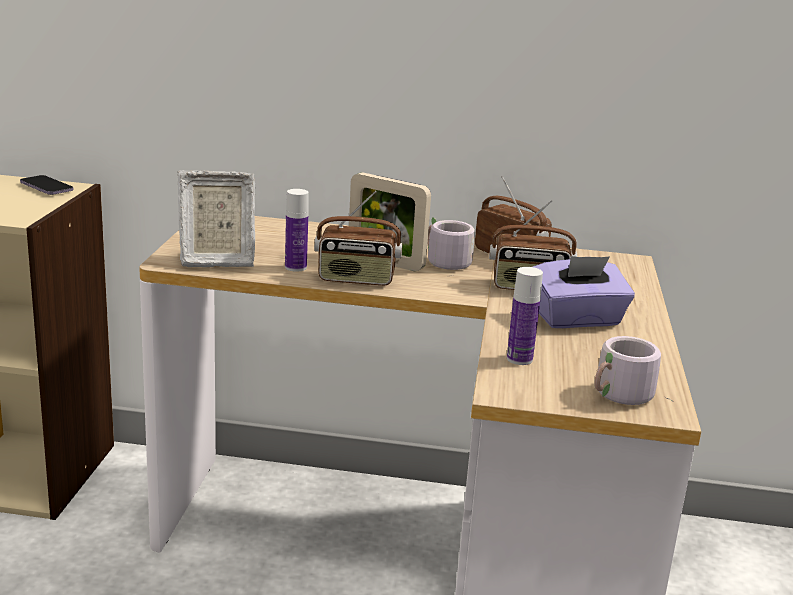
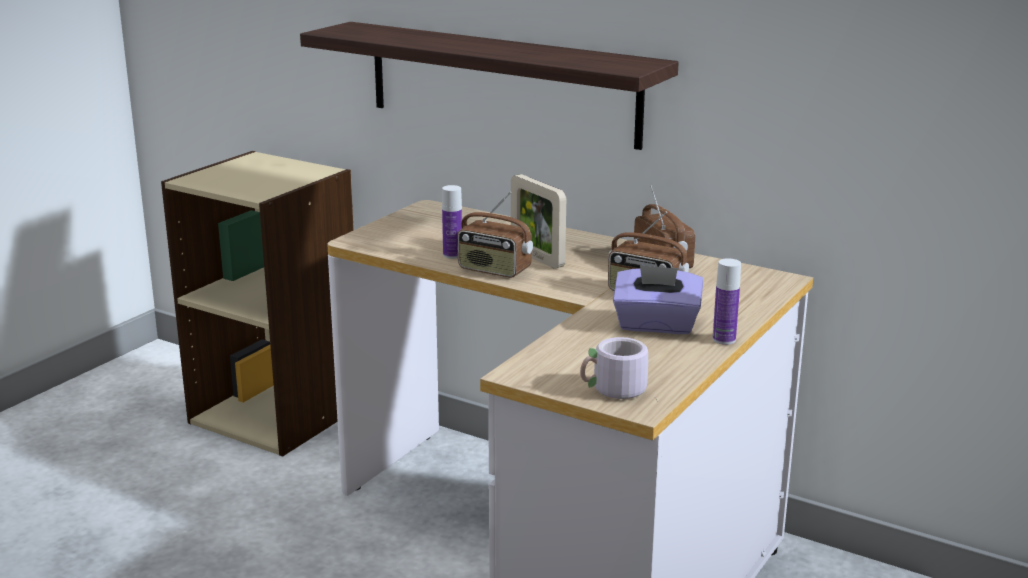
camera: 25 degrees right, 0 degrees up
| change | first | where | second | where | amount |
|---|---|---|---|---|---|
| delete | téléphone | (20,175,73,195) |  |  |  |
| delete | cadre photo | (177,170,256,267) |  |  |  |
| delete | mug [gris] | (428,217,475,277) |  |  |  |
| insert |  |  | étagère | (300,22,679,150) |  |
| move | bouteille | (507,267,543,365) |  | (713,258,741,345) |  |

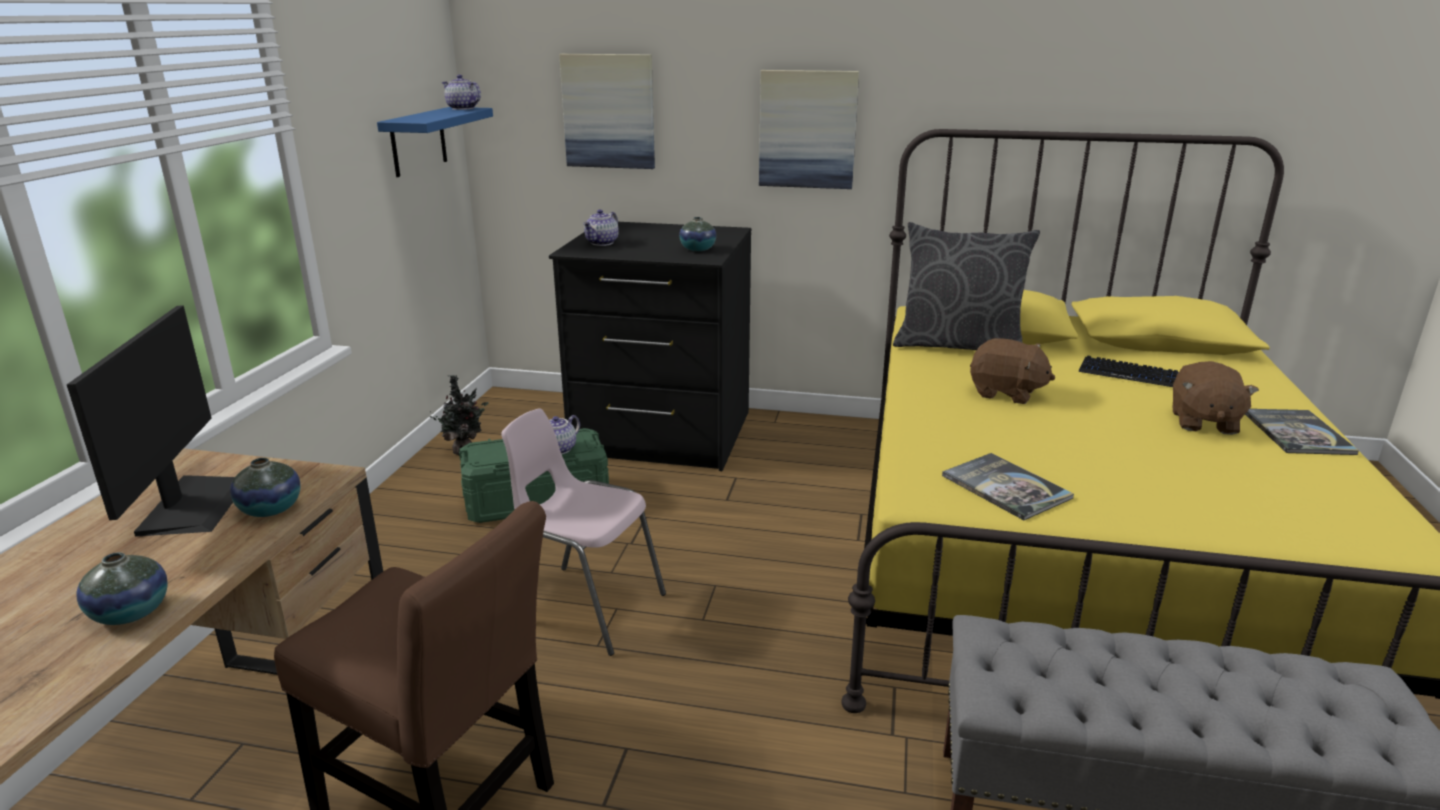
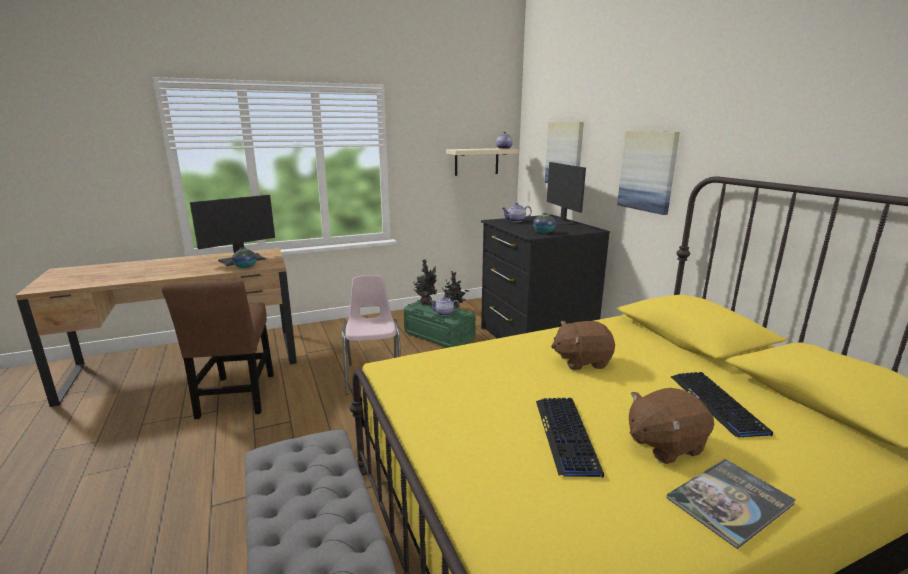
camera: 55 degrees right, 5 degrees down
| change | first | where | second | where | amount |
|---|---|---|---|---|---|
| delete | vase | (77,552,168,625) |  |  |  |
| delete | coussin [gris] | (893,222,1040,350) |  |  |  |
| delete | livre | (942,453,1074,520) |  |  |  |
| insert |  |  | plante en pot | (414,259,437,305) |  |
| insert |  |  | clavier | (536,398,604,478) |  |
| insert |  |  | écran d'ordinateur | (547,162,586,226) |  |
| recolor | étagère [bleu] | (377,107,493,177) | étagère [beige] | (446,148,518,176) |  |
| rotate | peluche [marron] | (970,338,1055,404) |  | (551,321,615,370) | 90 degrees clockwise |

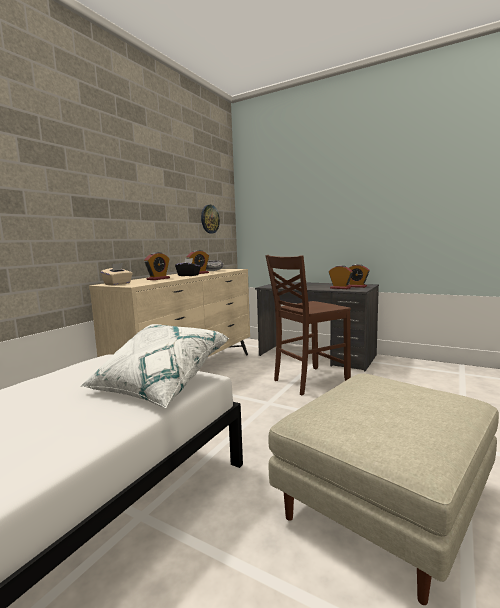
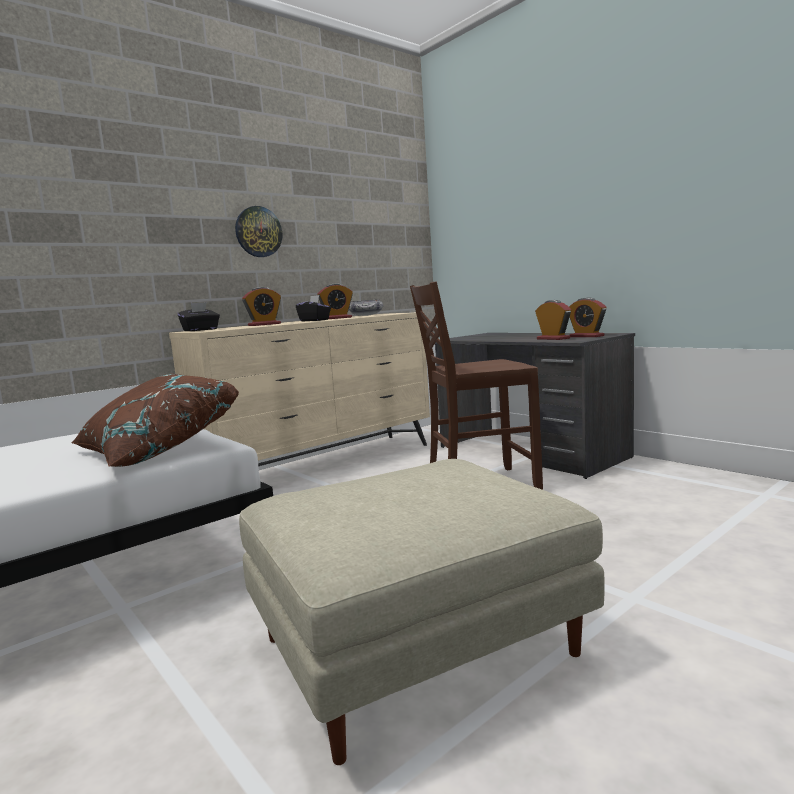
camera: 20 degrees right, 0 degrees up
| change | first | where | second | where | amount |
|---|---|---|---|---|---|
| move | horloge murale | (201,205,220,234) |  | (235,206,282,257) |  |
| recolor | coussin [blanc] | (81,324,229,408) | coussin [marron] | (71,374,239,467) |  |
| recolor | boîte à mouchoirs [beige] | (101,263,133,285) | boîte à mouchoirs [noir] | (178,302,220,331) |  |

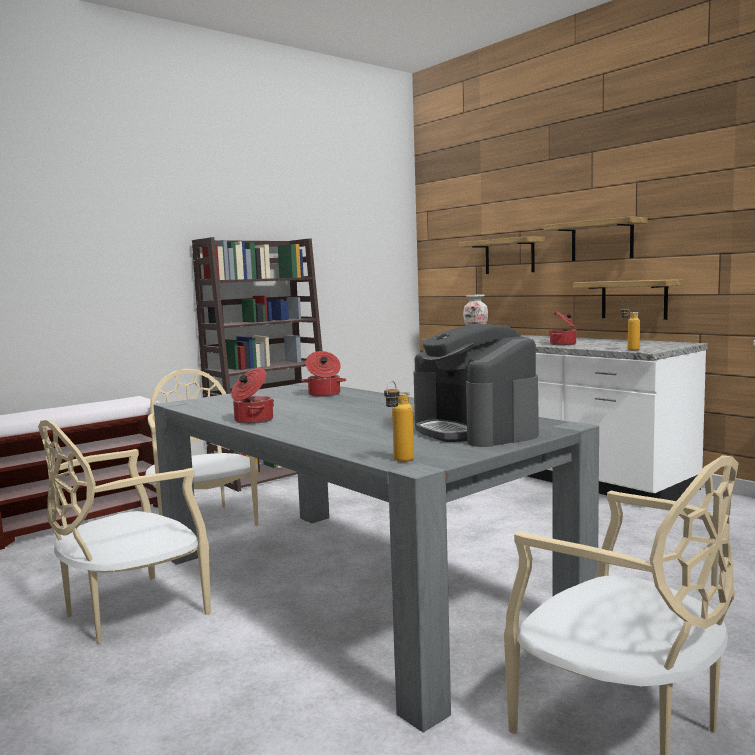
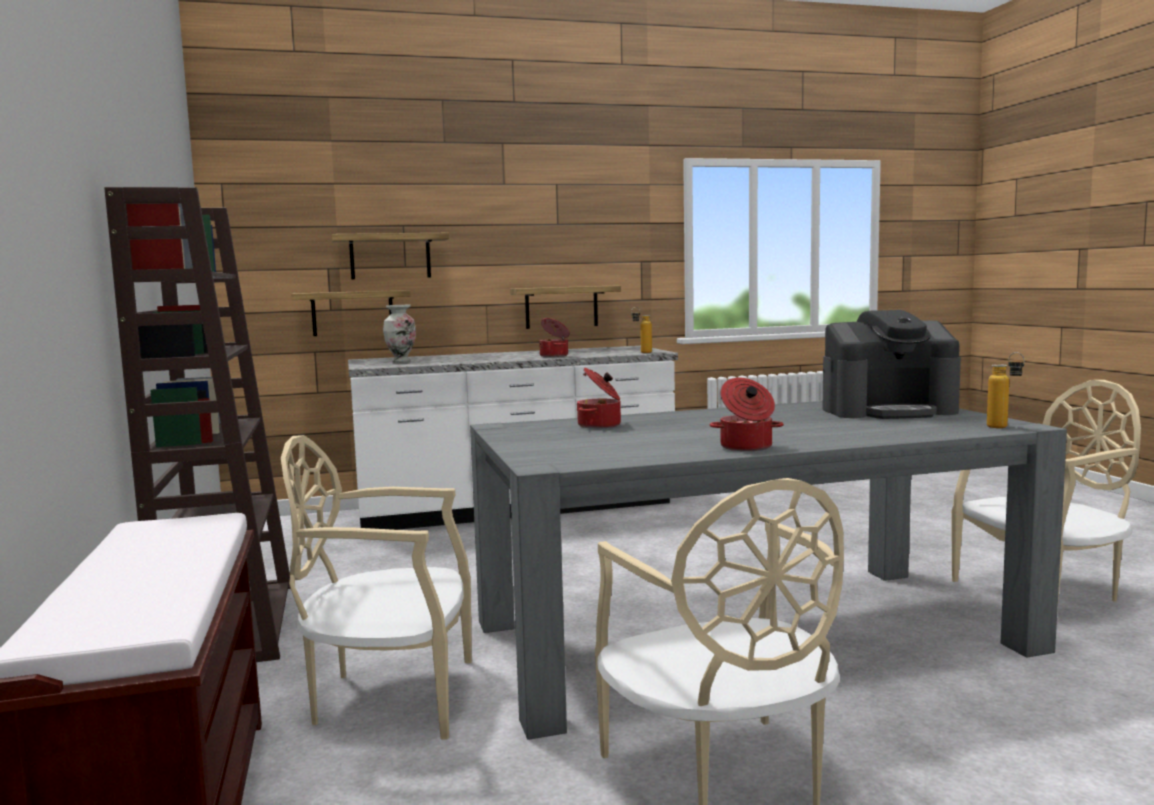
camera: 65 degrees left, 0 degrees up
| change | first | where | second | where | amount |
|---|---|---|---|---|---|
| move | étagère | (543,216,647,261) |  | (291,290,411,336) |  |

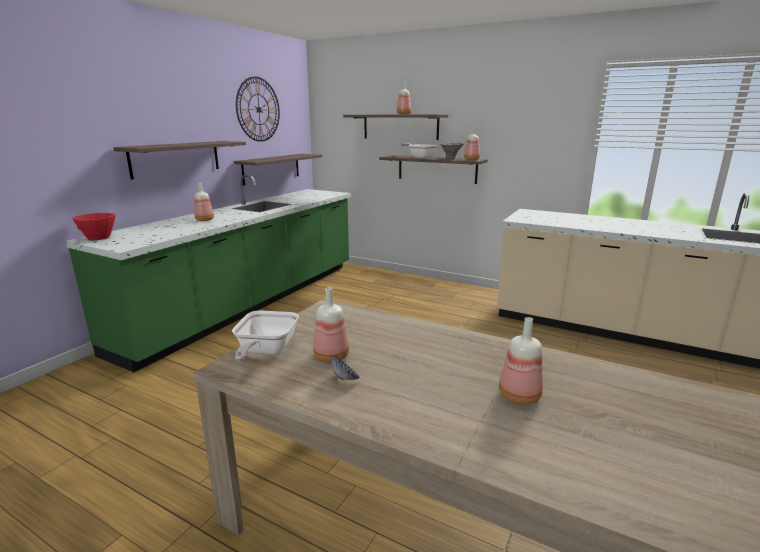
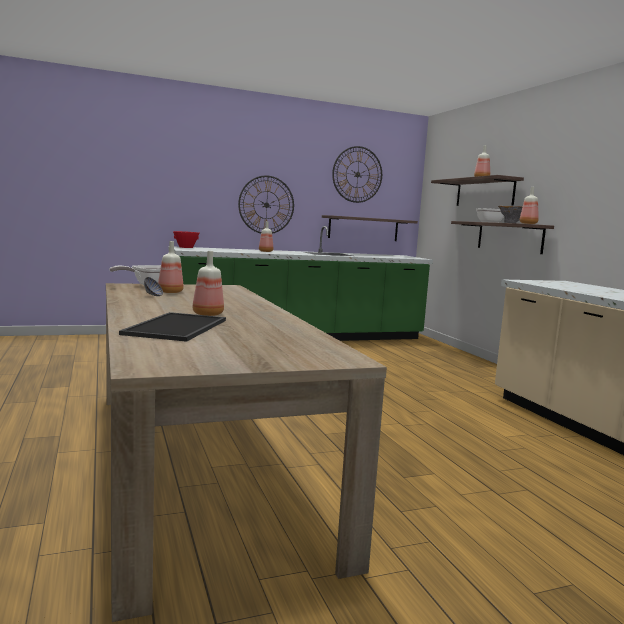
camera: 40 degrees right, 10 degrees down
| change | first | where | second | where | amount |
|---|---|---|---|---|---|
| insert |  |  | plateau | (119,312,226,342) |  |
| replace | étagère | (113,141,246,180) | horloge murale | (238,175,294,234) |  |

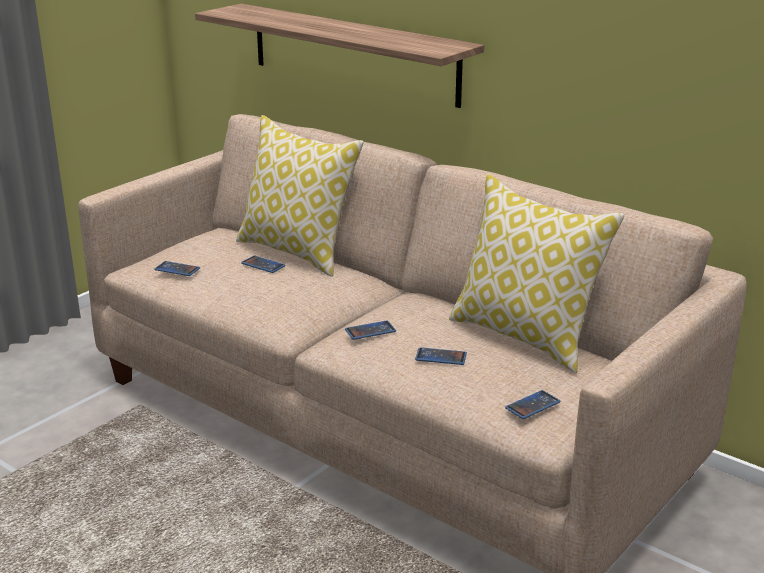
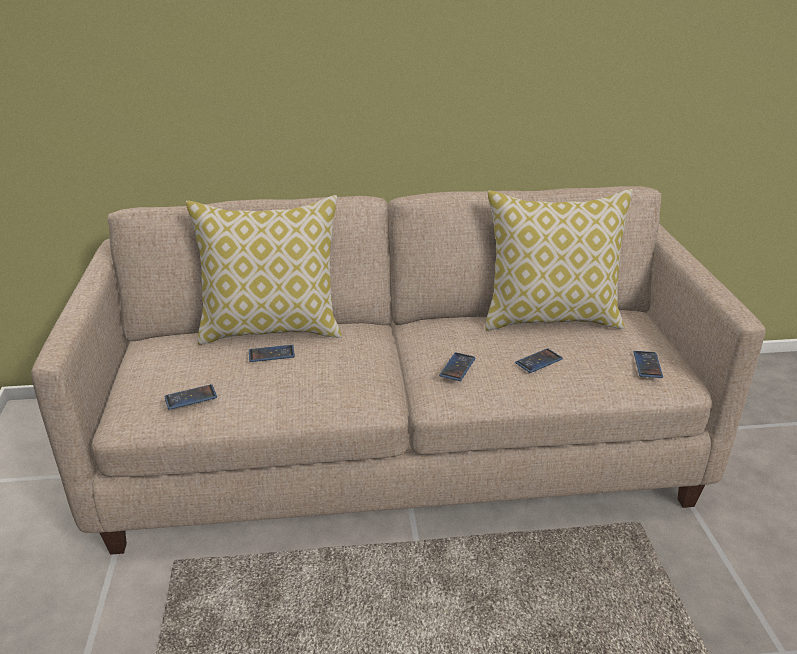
camera: 45 degrees left, 5 degrees up
| change | first | where | second | where | amount |
|---|---|---|---|---|---|
| delete | étagère | (195,4,484,108) |  |  |  |

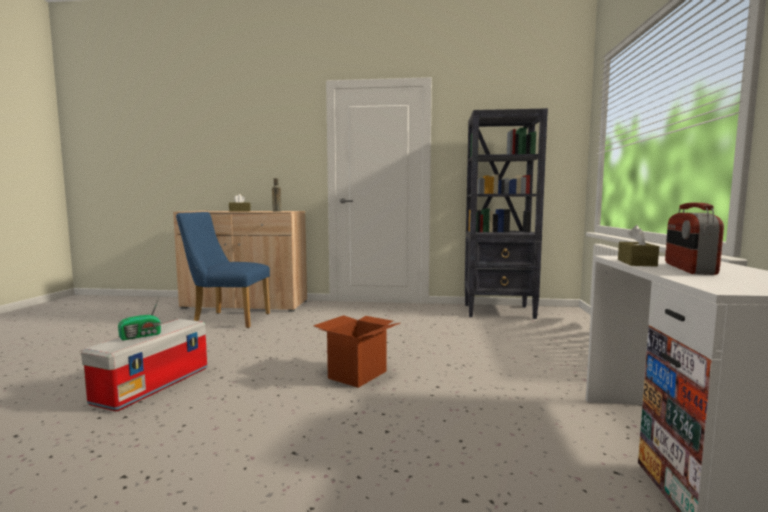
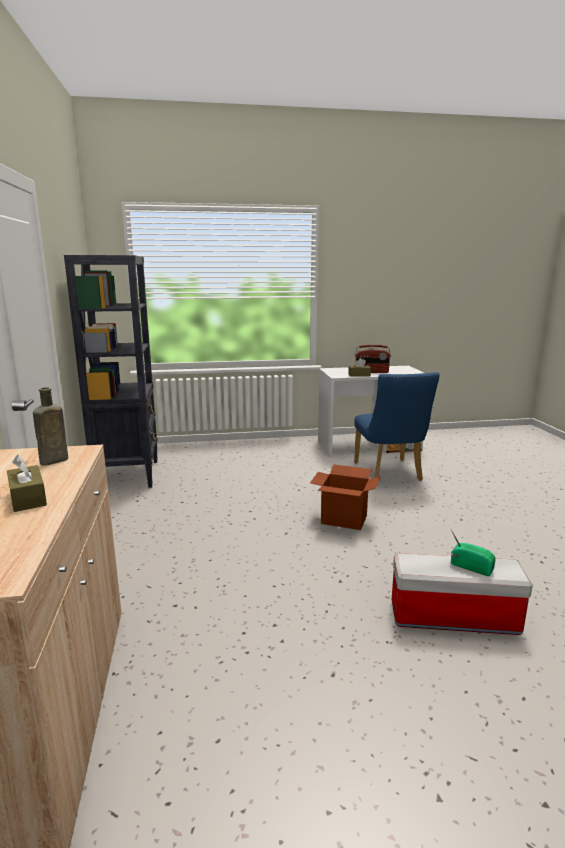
camera: 105 degrees left, 10 degrees up
| change | first | where | second | where | amount |
|---|---|---|---|---|---|
| move | chaise [bleu] | (176,212,270,328) |  | (354,372,440,481) |  |

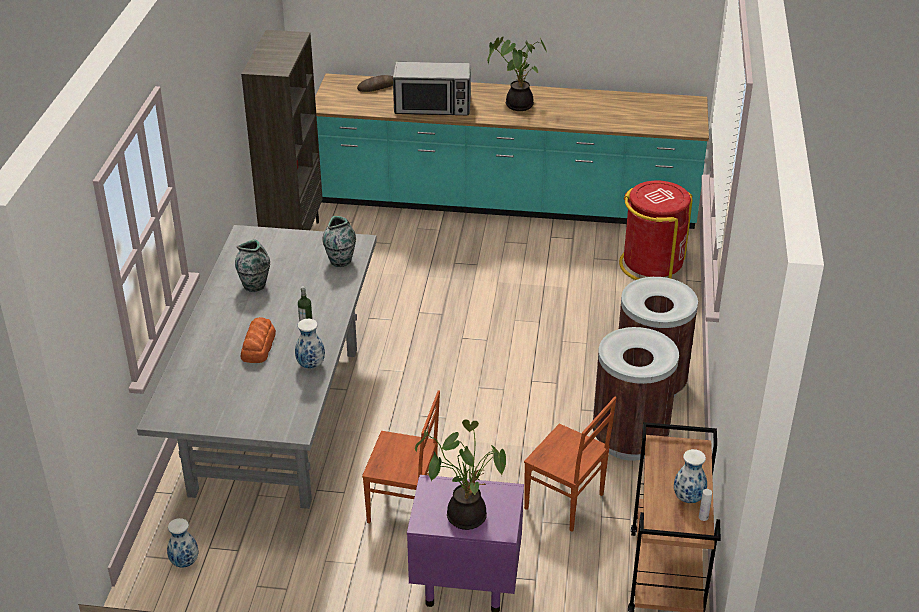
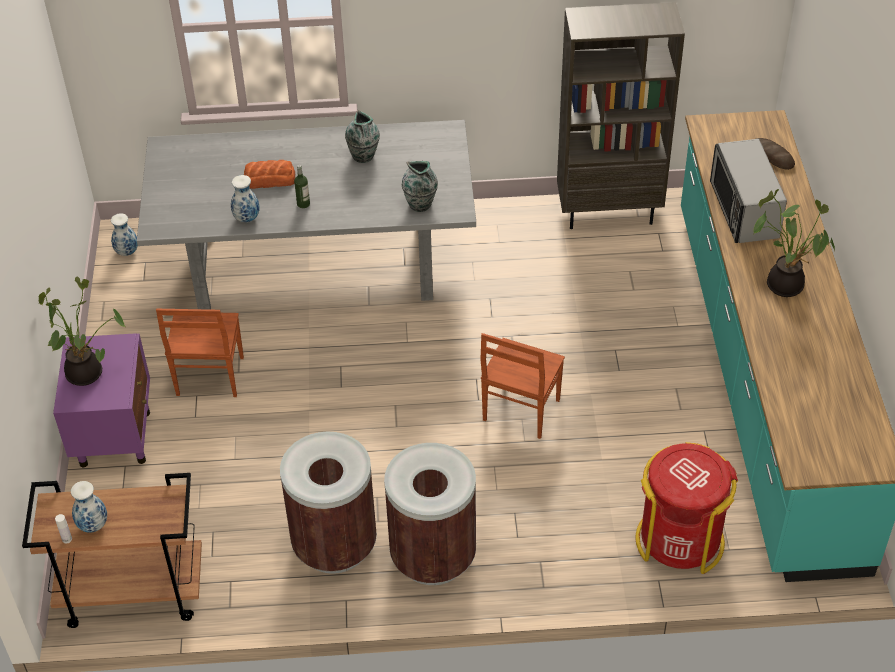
camera: 80 degrees right, 10 degrees up
| change | first | where | second | where | amount |
|---|---|---|---|---|---|
| move | chaise [marron] | (524,397,617,531) |  | (480,333,565,439) |  |

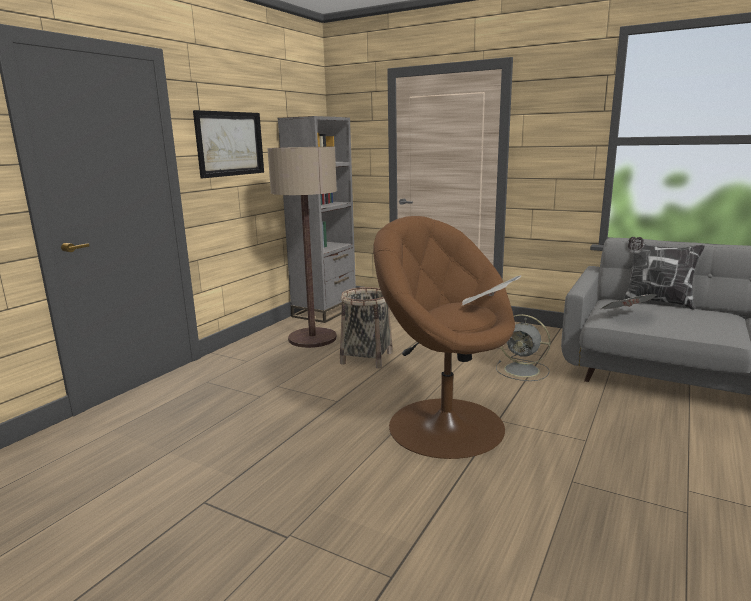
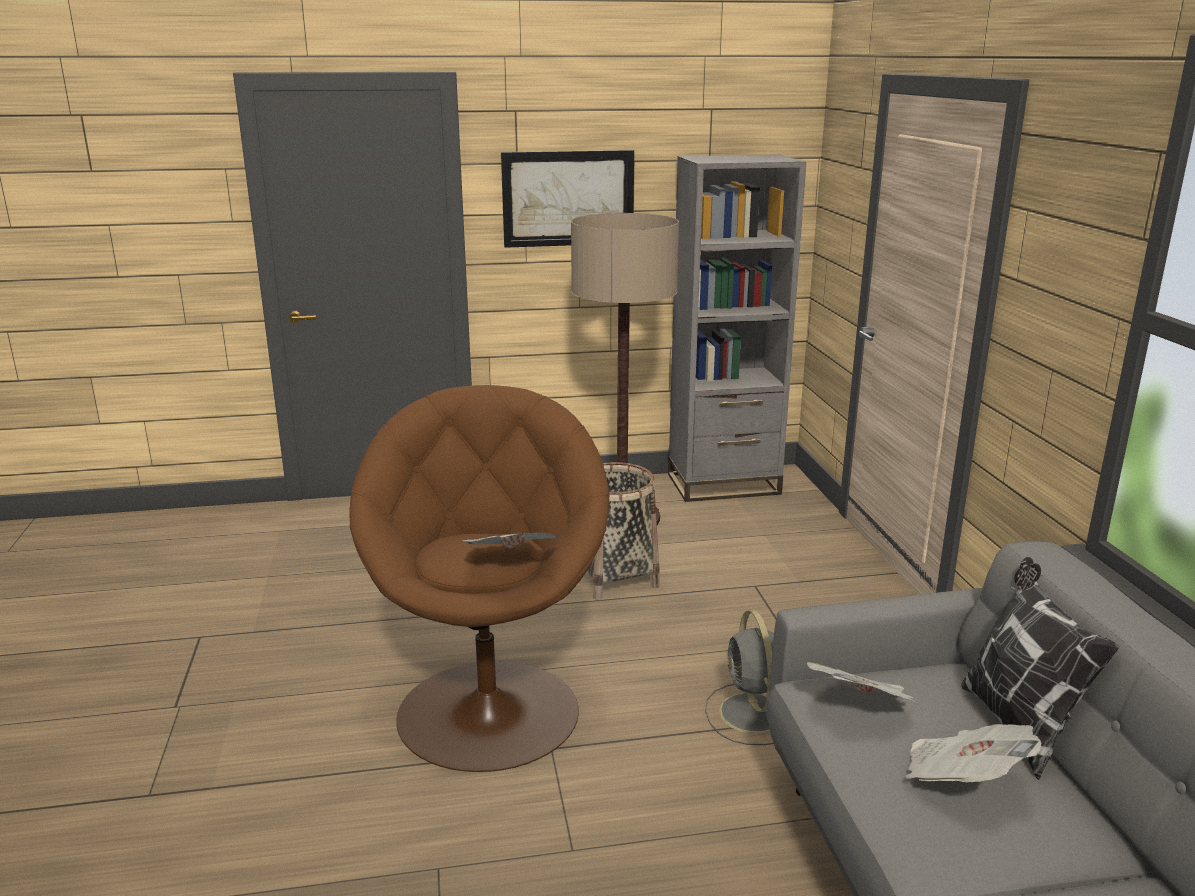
camera: 50 degrees right, 5 degrees up
| change | first | where | second | where | amount |
|---|---|---|---|---|---|
| insert |  |  | journal | (906,724,1041,782) |  |

